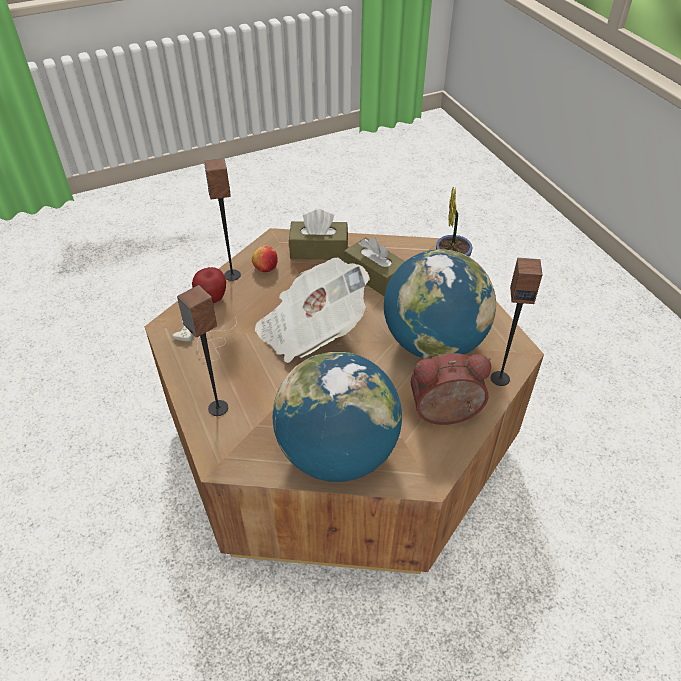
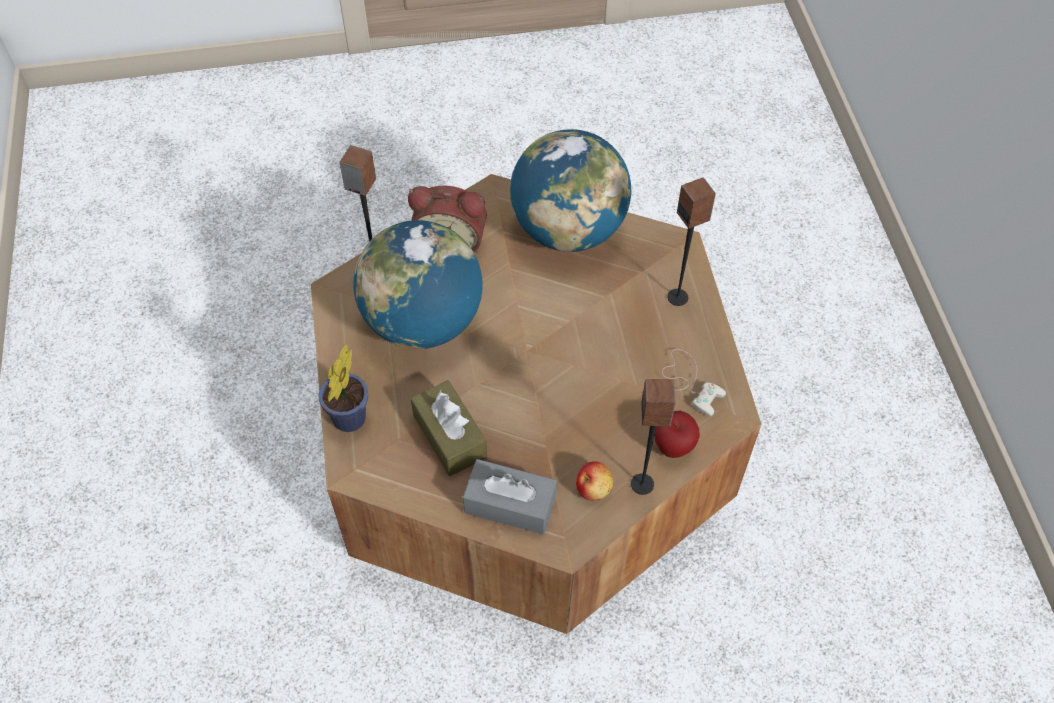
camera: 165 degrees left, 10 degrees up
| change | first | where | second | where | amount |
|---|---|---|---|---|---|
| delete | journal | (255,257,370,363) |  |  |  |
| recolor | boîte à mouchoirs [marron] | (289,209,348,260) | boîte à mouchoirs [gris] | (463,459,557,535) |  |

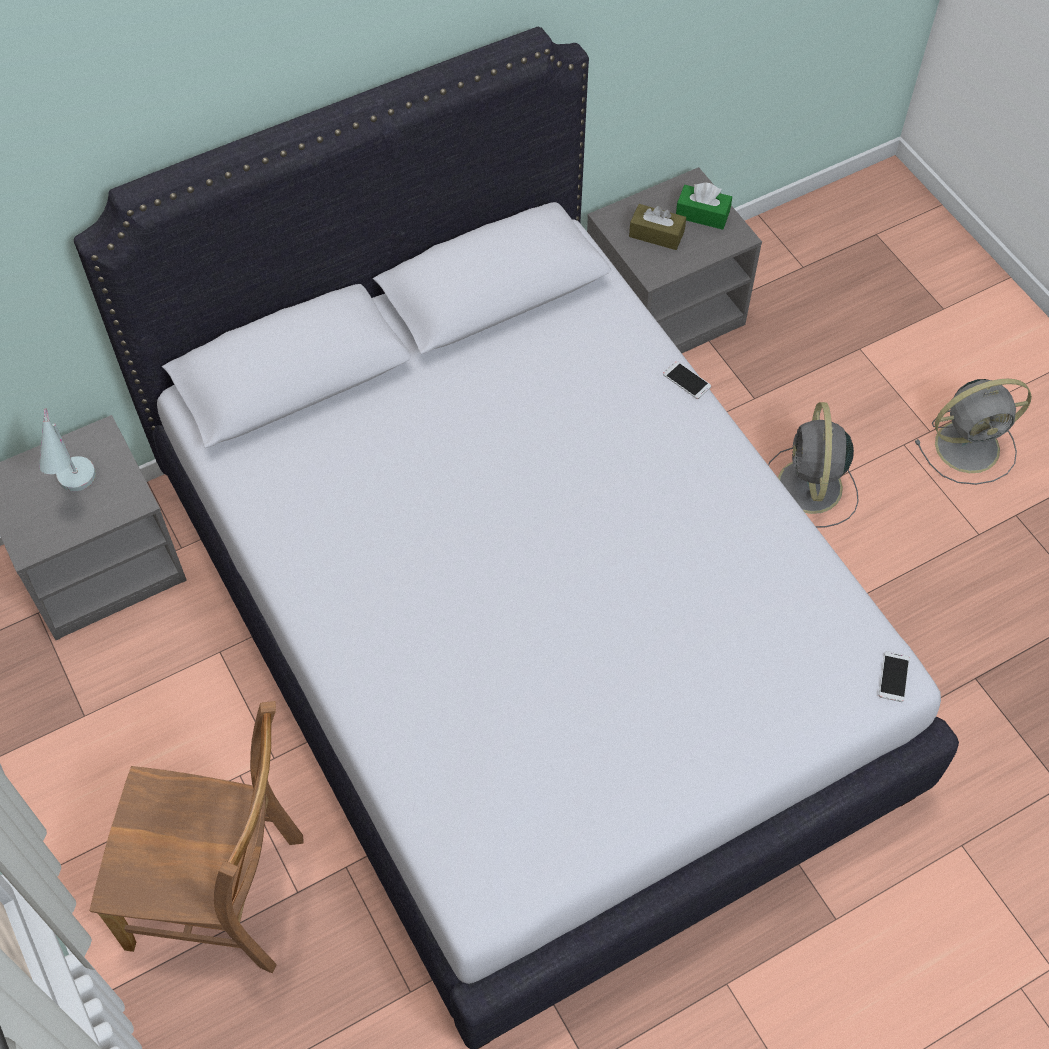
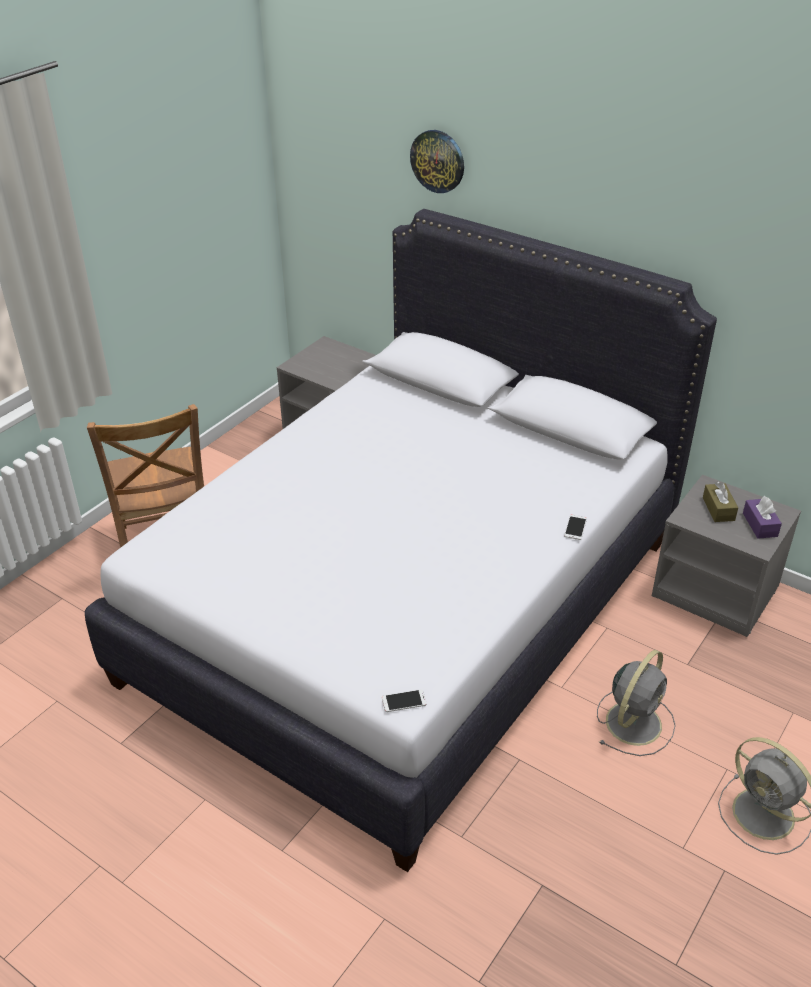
camera: 65 degrees right, 20 degrees down
| change | first | where | second | where | amount |
|---|---|---|---|---|---|
| delete | lampe de table [blanc] | (39,408,96,491) |  |  |  |
| insert |  |  | horloge murale | (410,130,464,193) |  |
| recolor | boîte à mouchoirs [vert] | (676,183,732,230) | boîte à mouchoirs [violet] | (743,496,782,539) |  |
| rotate | ventilateur [gris] | (768,402,859,528) |  | (597,650,676,756) | 150 degrees clockwise |

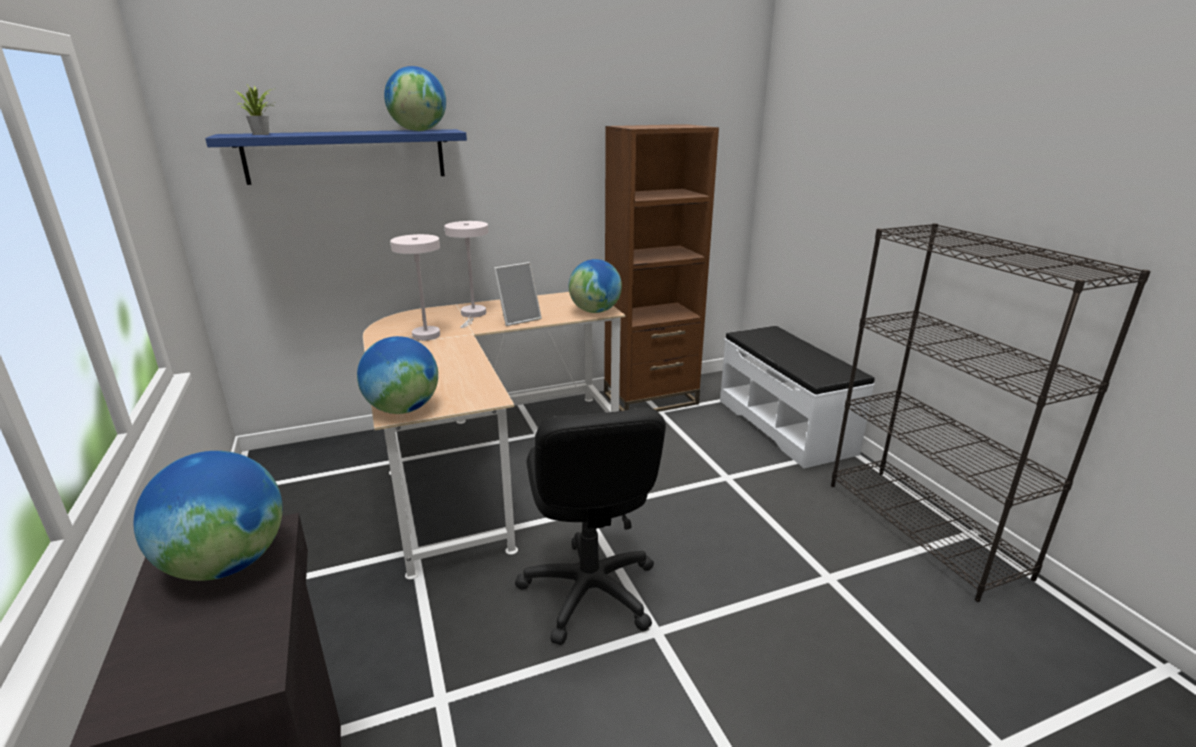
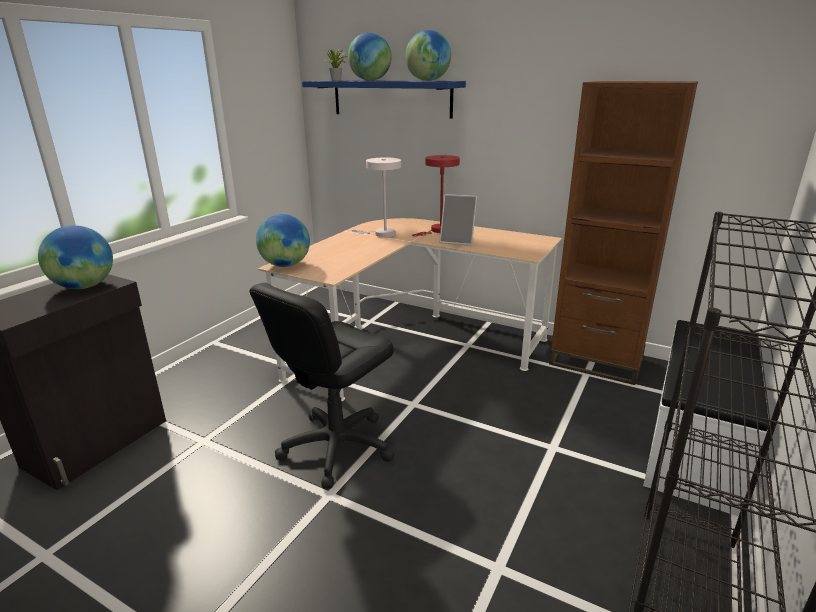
camera: 50 degrees right, 0 degrees up
| change | first | where | second | where | amount |
|---|---|---|---|---|---|
| move | globe | (569,259,622,313) |  | (348,33,392,81) |  |
| recolor | lampe de table [blanc] | (444,221,489,328) | lampe de table [rouge] | (412,155,460,236) |  |

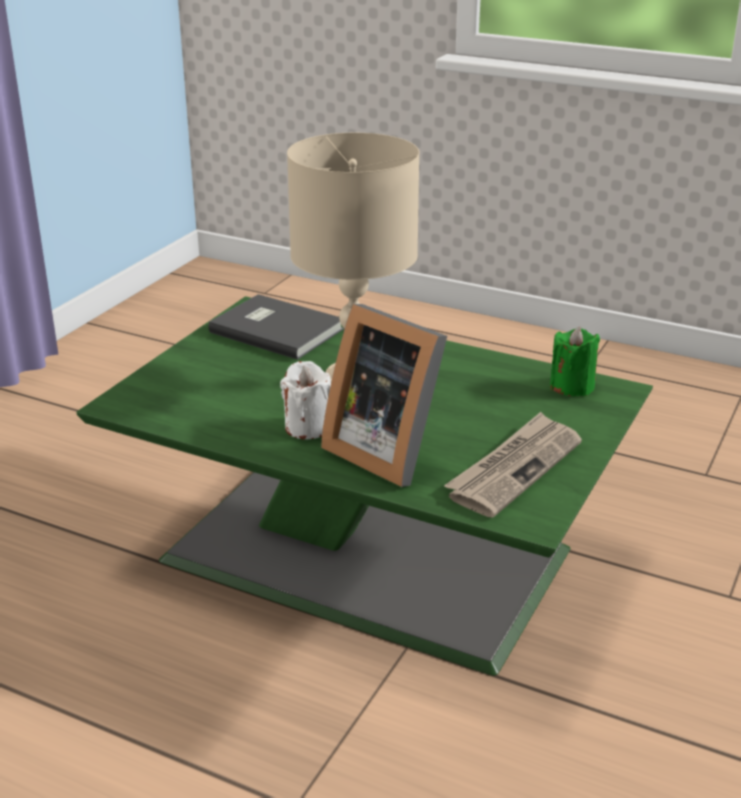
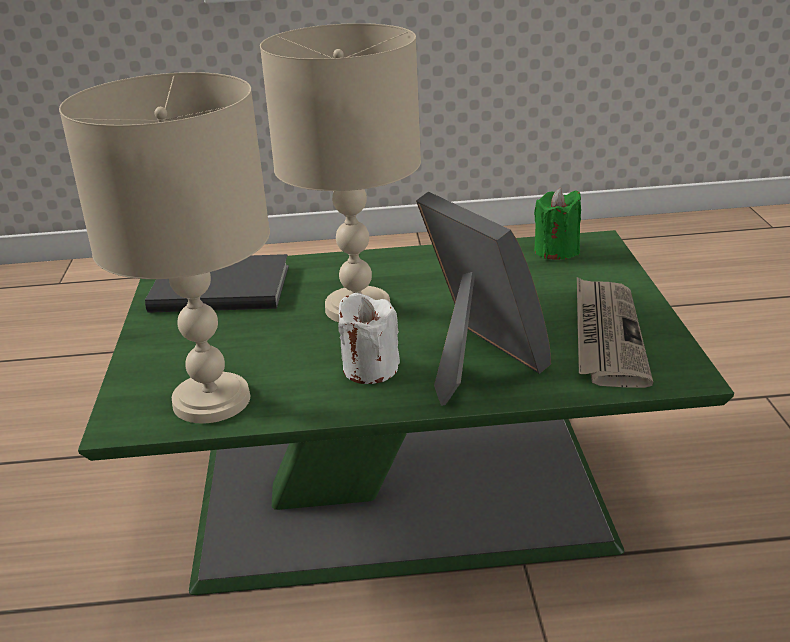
camera: 30 degrees left, 0 degrees up
| change | first | where | second | where | amount |
|---|---|---|---|---|---|
| insert |  |  | lampe de table [beige] | (59,72,270,424) |  |
| rotate | cadre photo | (321,304,447,487) |  | (416,192,551,406) | 135 degrees counterclockwise |

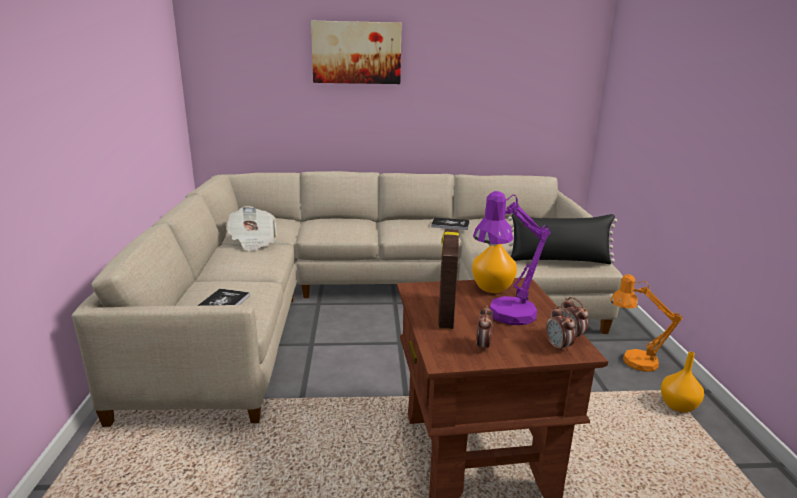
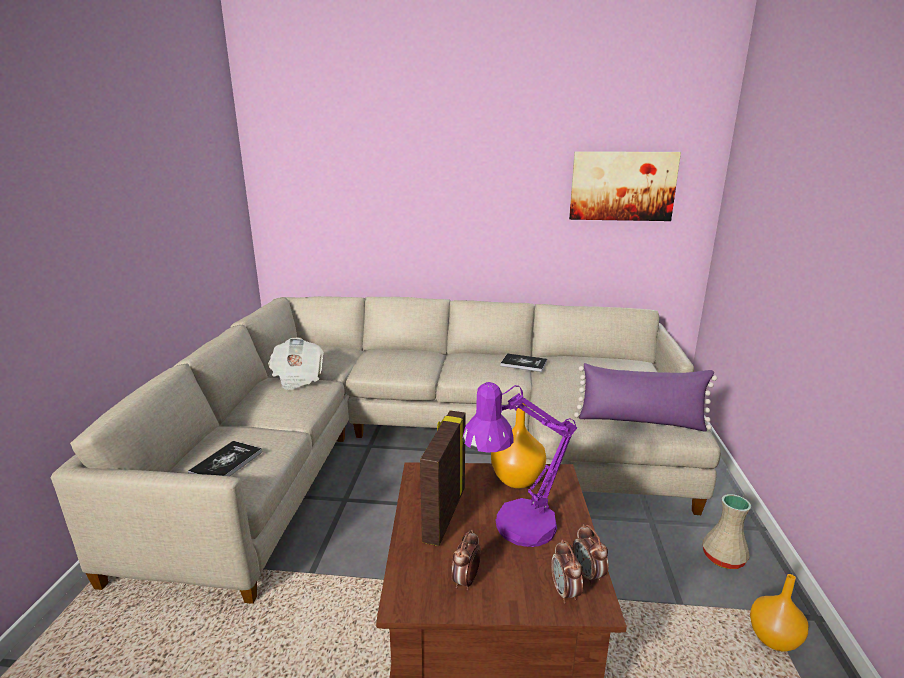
camera: 10 degrees right, 0 degrees up
| change | first | where | second | where | amount |
|---|---|---|---|---|---|
| move | tableau | (311,21,402,84) |  | (569,151,681,221) |  |
| replace | lampe de table [orange] | (610,274,683,372) | vase [beige] | (703,494,751,569) |  |
| recolor | coussin [noir] | (508,214,617,264) | coussin [violet] | (574,363,717,432) |  |

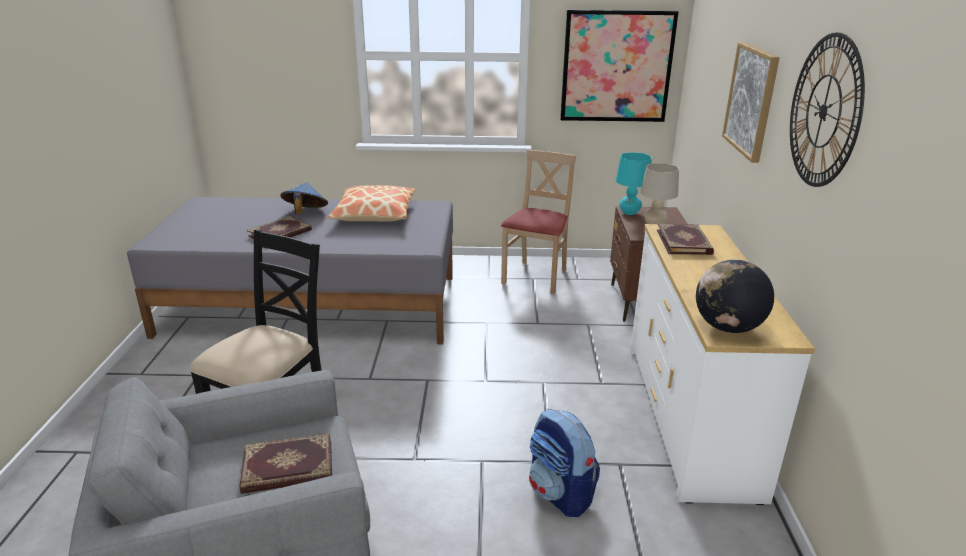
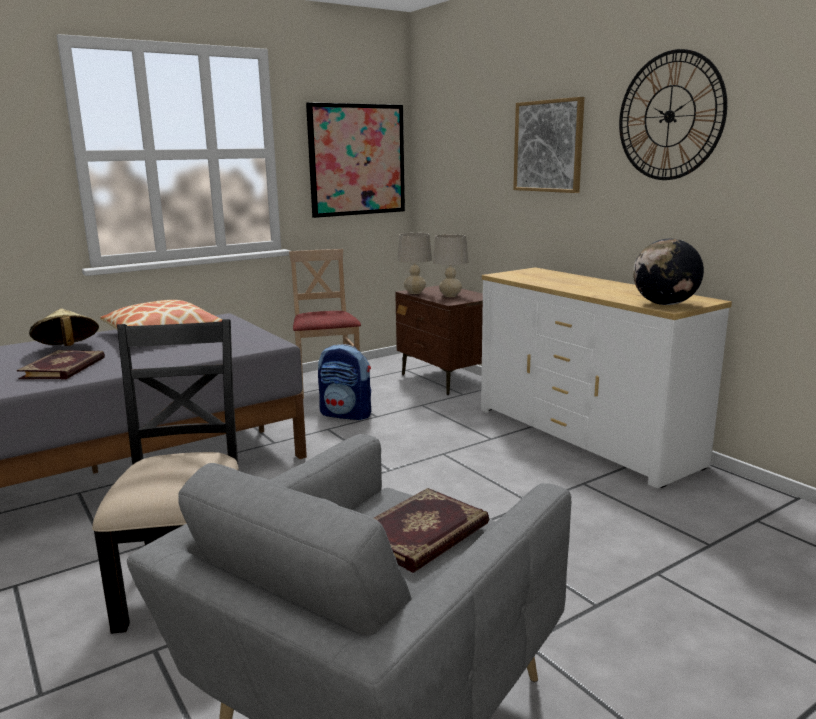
camera: 35 degrees left, 10 degrees down
| change | first | where | second | where | amount |
|---|---|---|---|---|---|
| delete | livre | (657,223,714,255) |  |  |  |
| move | sac à dos | (529,409,600,517) |  | (318,344,371,420) |  |
| recolor | chapeau [bleu] | (280,183,328,214) | chapeau [beige] | (29,308,99,346) |  |
| recolor | lampe de table [turquoise] | (616,152,652,215) | lampe de table [beige] | (397,233,432,294) |  |

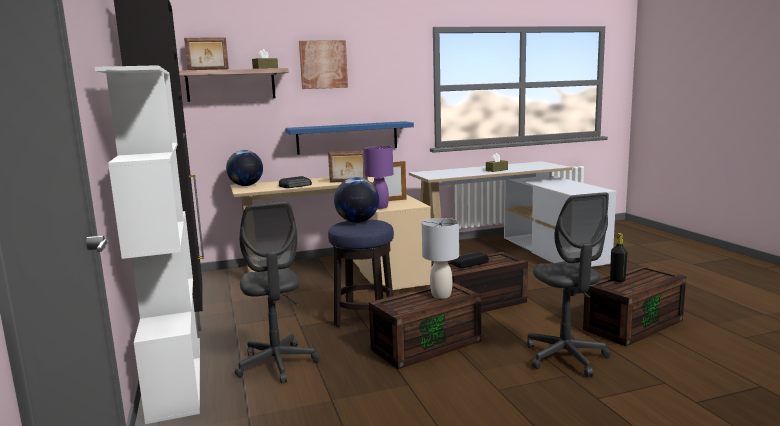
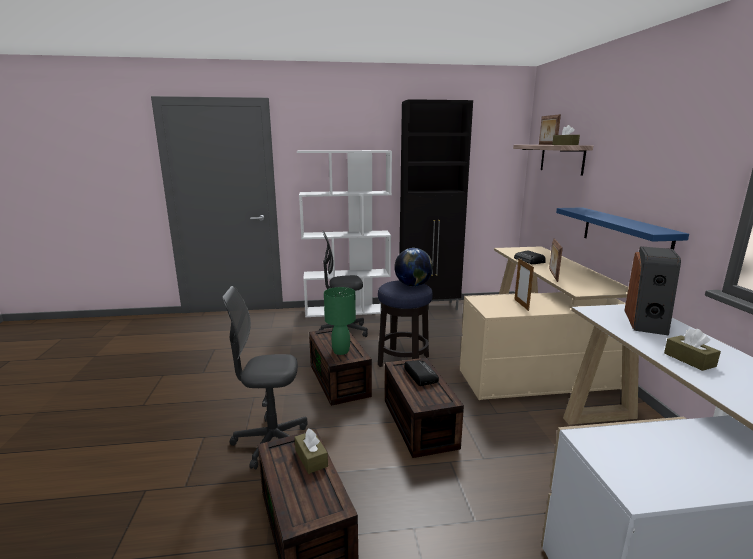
camera: 100 degrees right, 5 degrees up
| change | first | where | second | where | amount |
|---|---|---|---|---|---|
| delete | globe | (226,150,263,186) |  |  |  |
| delete | tableau | (299,40,348,89) |  |  |  |
| delete | lampe de table [violet] | (363,146,394,209) |  |  |  |
| insert |  |  | enceinte | (624,246,681,336) |  |
| replace | bouteille [noir] | (610,233,627,282) | boîte à mouchoirs [marron] | (295,428,328,474) |  |
| recolor | lampe de table [gris] | (422,218,459,299) | lampe de table [vert] | (324,287,356,355) |  |

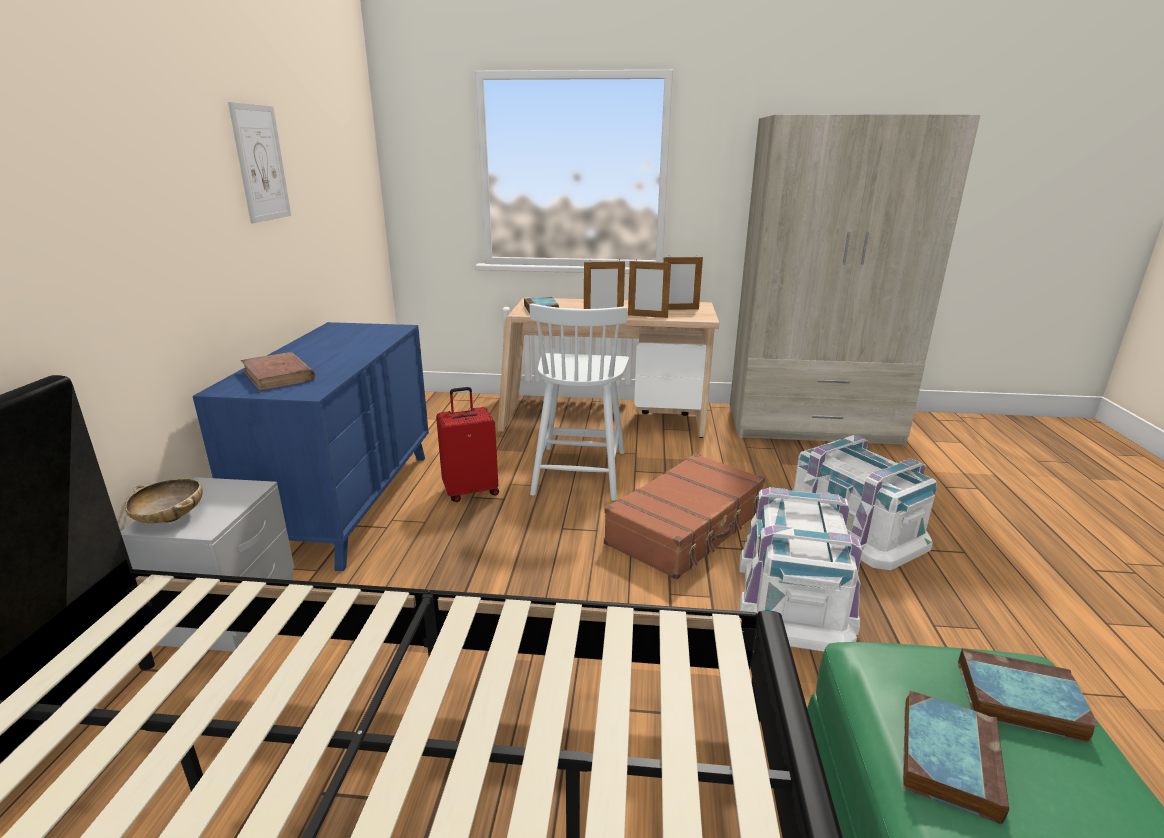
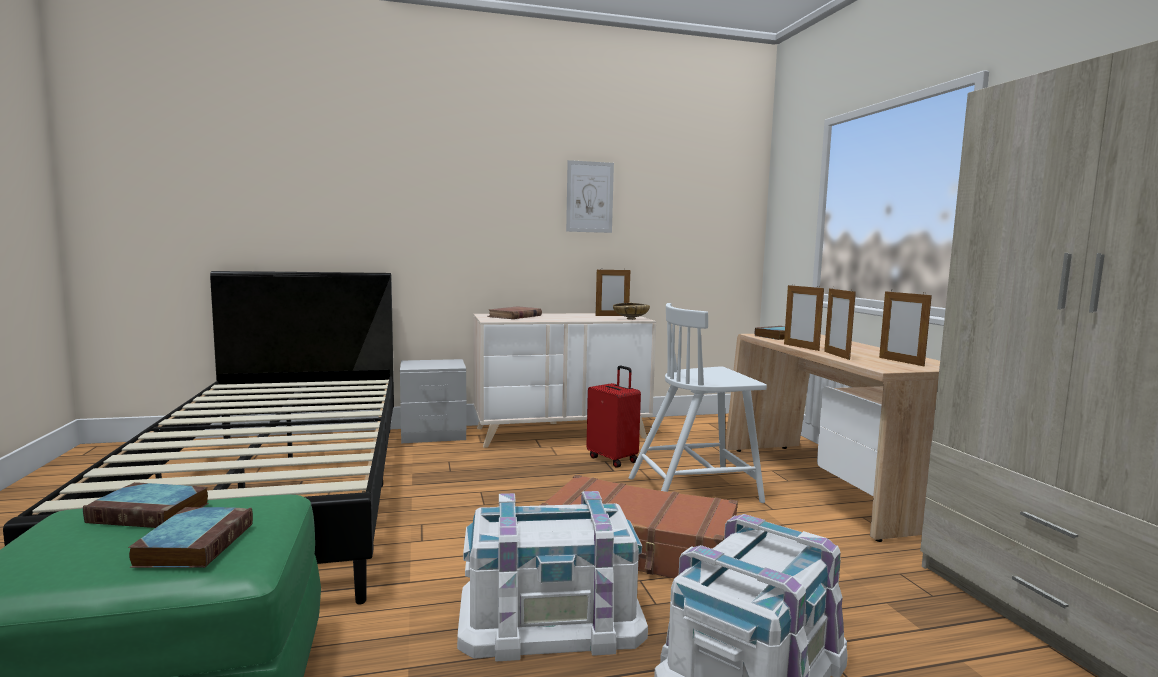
camera: 70 degrees right, 15 degrees down
| change | first | where | second | where | amount |
|---|---|---|---|---|---|
| insert |  |  | cadre photo | (596,268,630,316) |  |
| move | bol [beige] | (125,479,203,523) |  | (613,302,650,320) |  |
| recolor | commode [bleu] | (193,322,429,571) | commode [beige] | (473,313,656,448) |  |

